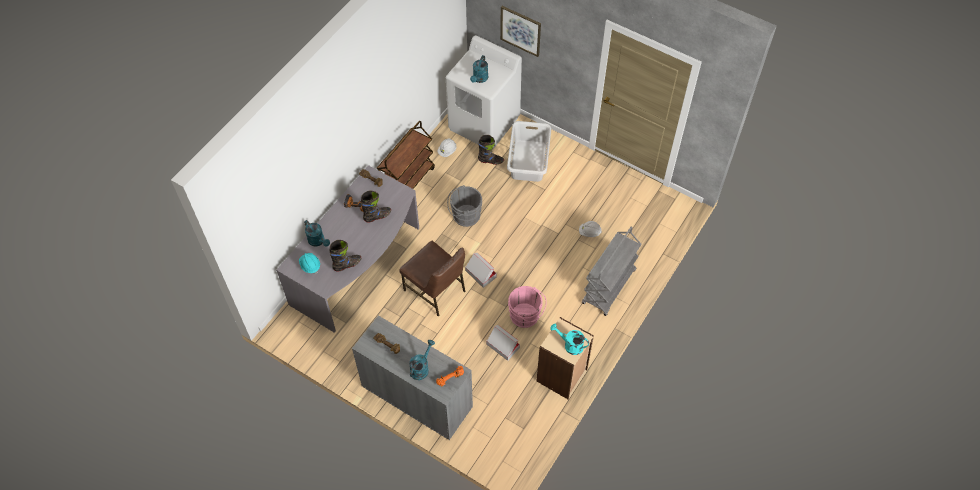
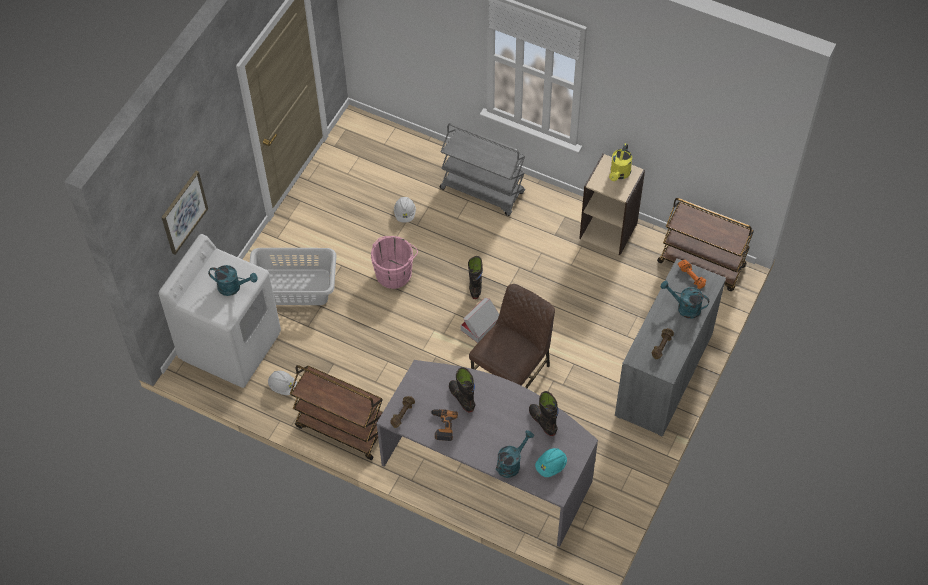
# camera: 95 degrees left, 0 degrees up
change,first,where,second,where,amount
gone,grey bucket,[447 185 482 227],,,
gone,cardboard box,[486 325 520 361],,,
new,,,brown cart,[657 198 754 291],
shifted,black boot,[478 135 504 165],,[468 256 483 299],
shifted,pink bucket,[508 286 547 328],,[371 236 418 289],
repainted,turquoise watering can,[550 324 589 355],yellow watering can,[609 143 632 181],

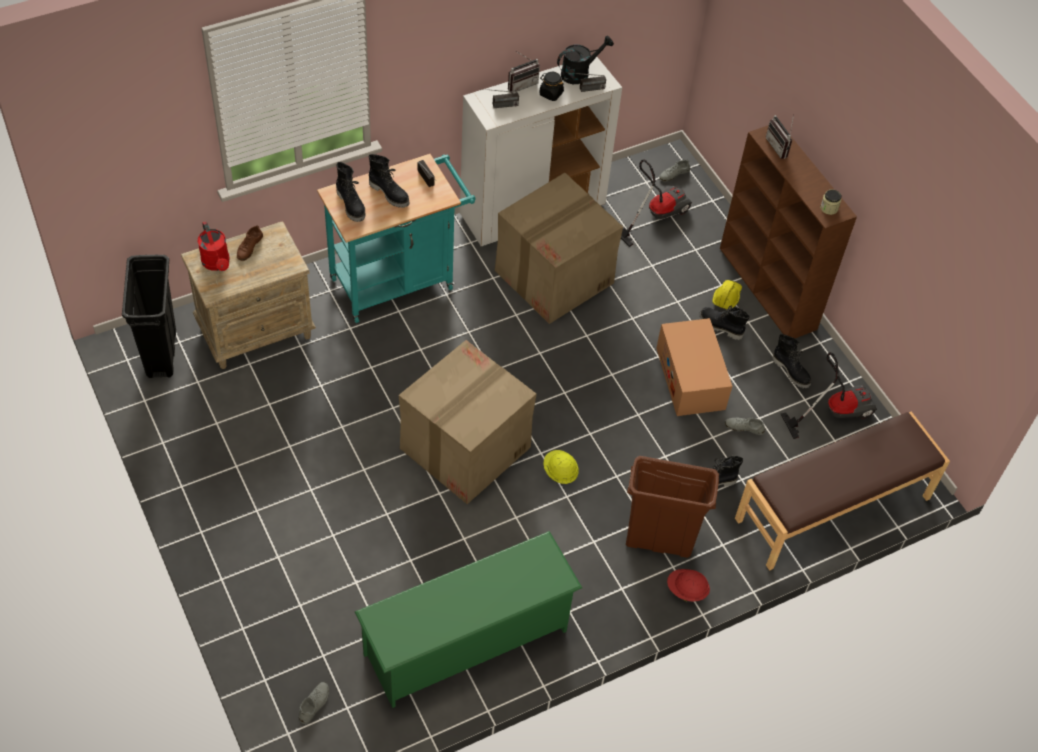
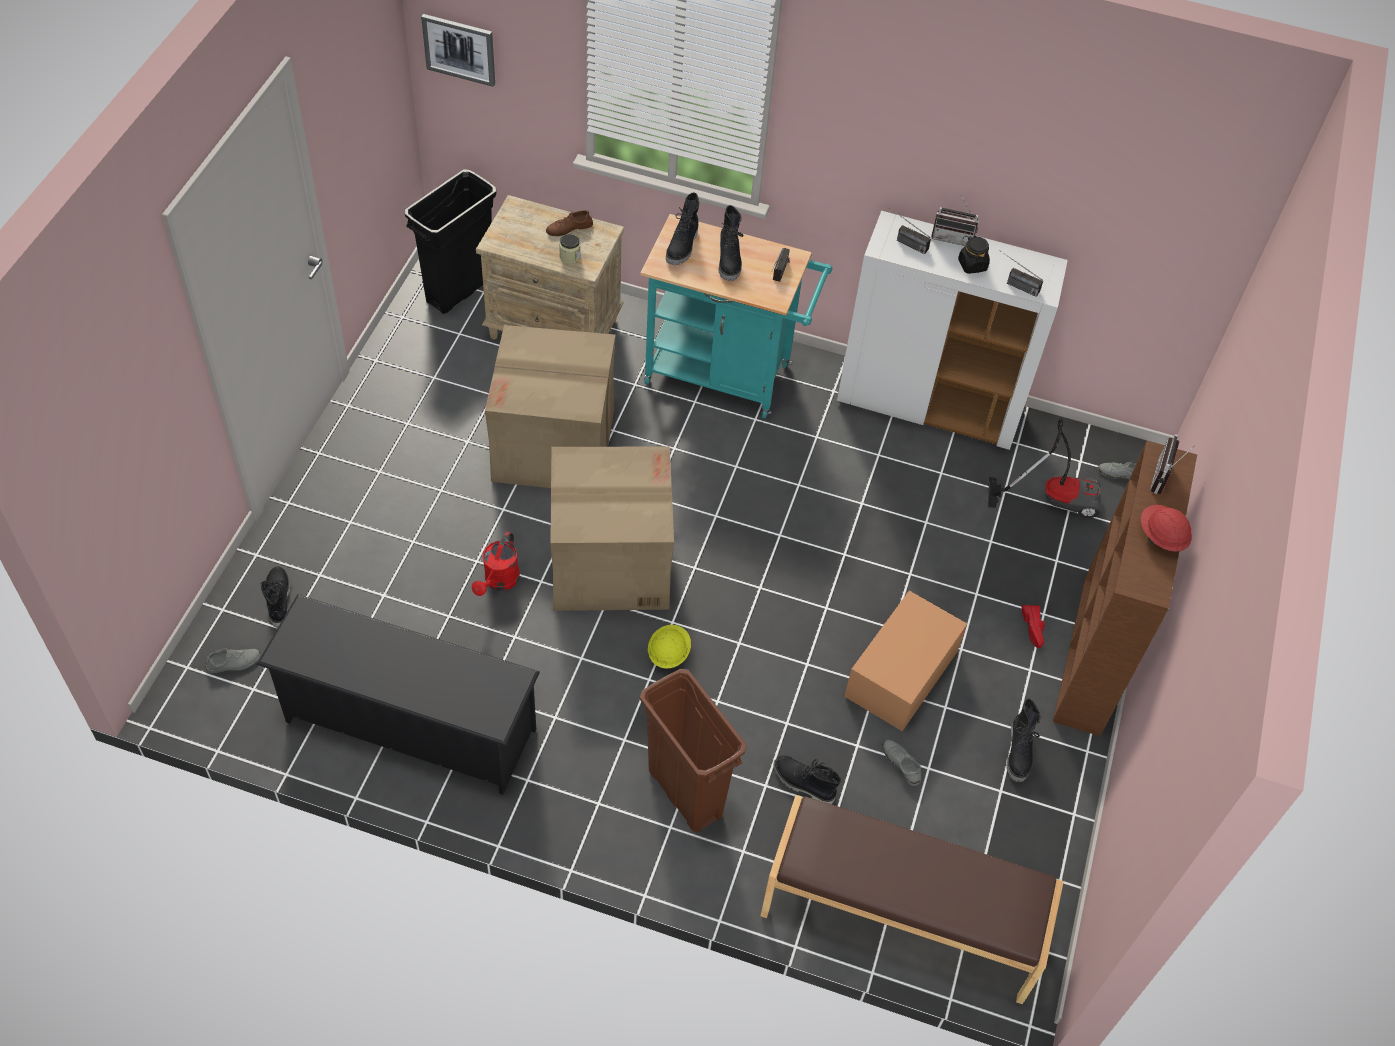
# camera: 45 degrees right, 0 degrees up
change,first,where,second,where,amount
gone,black watering can,[557 36 614 84],,,
gone,vacuum cleaner,[781 352 877 439],,,
new,,,picture,[421 14 495 87],
shifted,red watering can,[197 222 230 271],,[472 532 520 596],
shifted,cardboard box,[495 173 623 324],,[485 325 615 488],
shifted,red hard hat,[667 569 710 602],,[1141 505 1192 552],
shifted,black boot,[699 305 750 340],,[261 566 290 628],
shifted,jar,[820 190 842 215],,[559 234 581 264],
swapped,yellow hard hat,[713 280 742 310],red shoe,[1022 605 1045 648],
repainted,green shoe rack,[355 531 582 708],black shoe rack,[257 594 540 795],

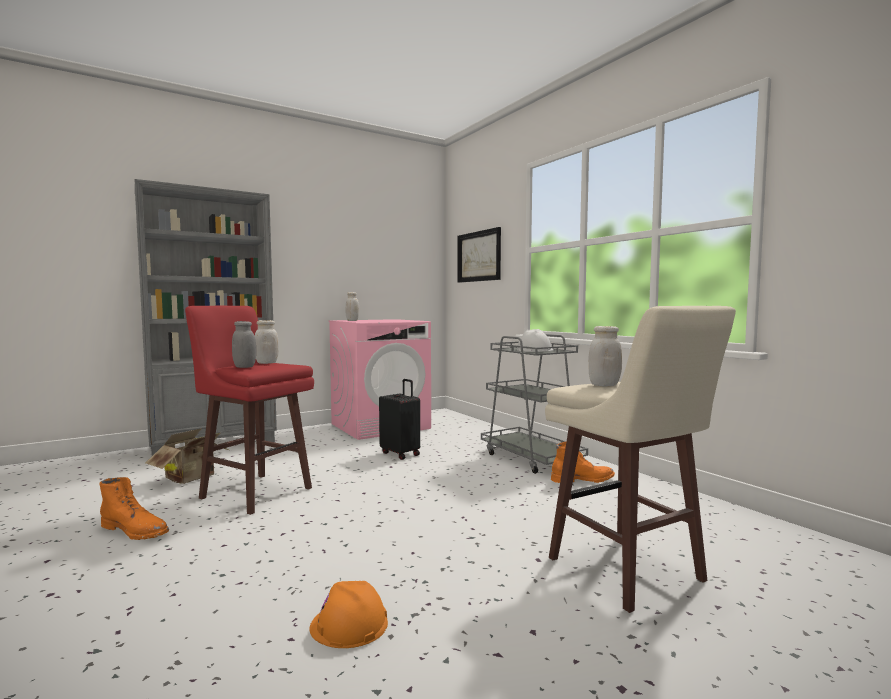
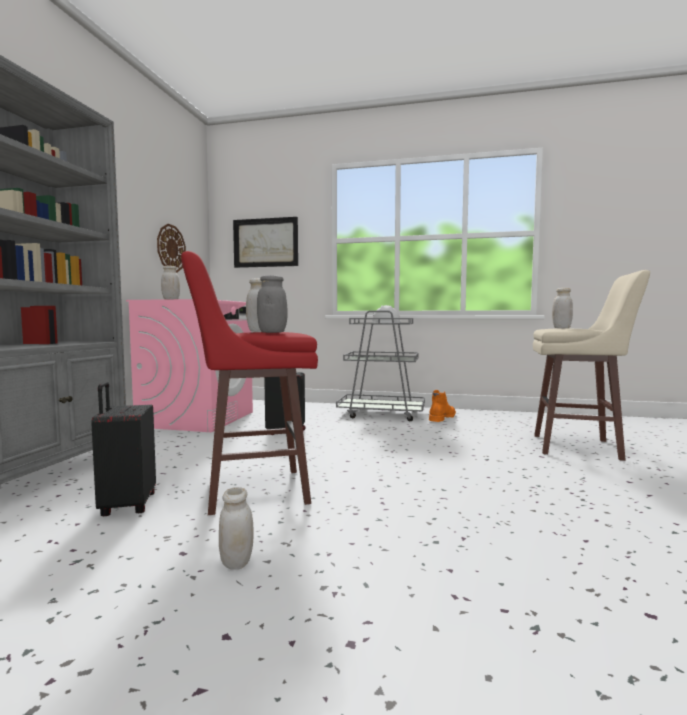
# camera: 45 degrees left, 0 degrees up
change,first,where,second,where,amount
gone,orange hard hat,[309 581 388 648],,,
new,,,wall clock,[157 224 186 273],
swapped,orange boot,[100 477 169 540],white jar,[219 487 253 570],
swapped,cardboard box,[146 428 231 484],black suitcase,[91 382 156 516],

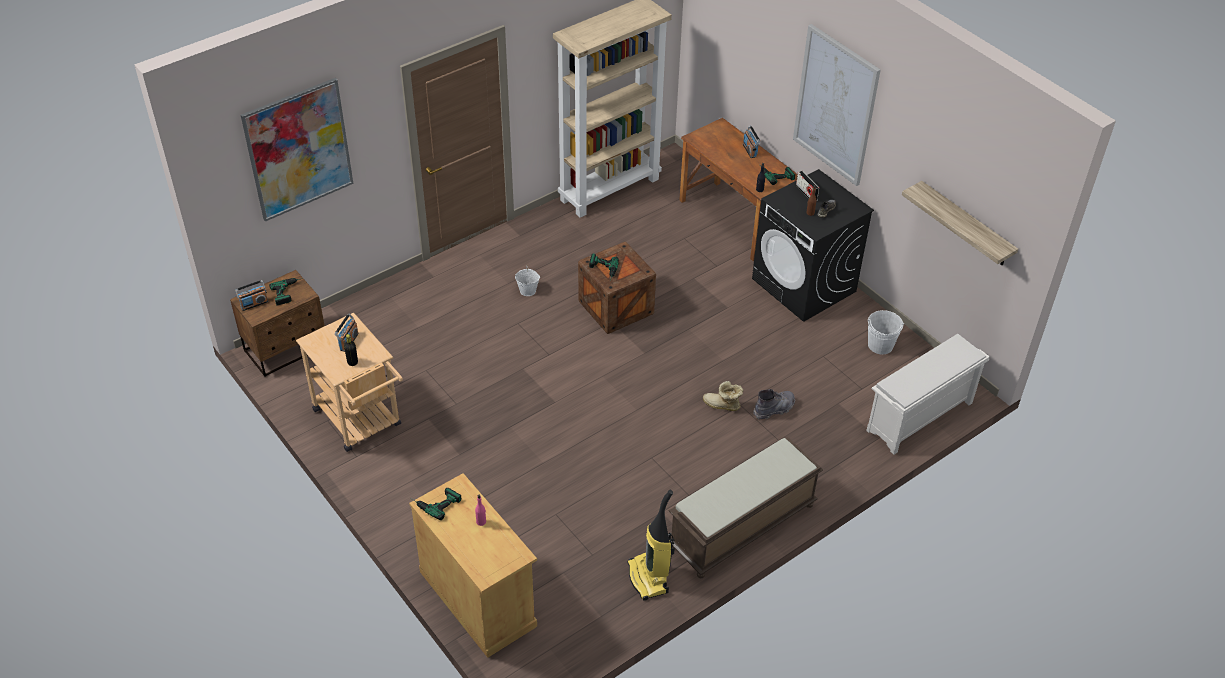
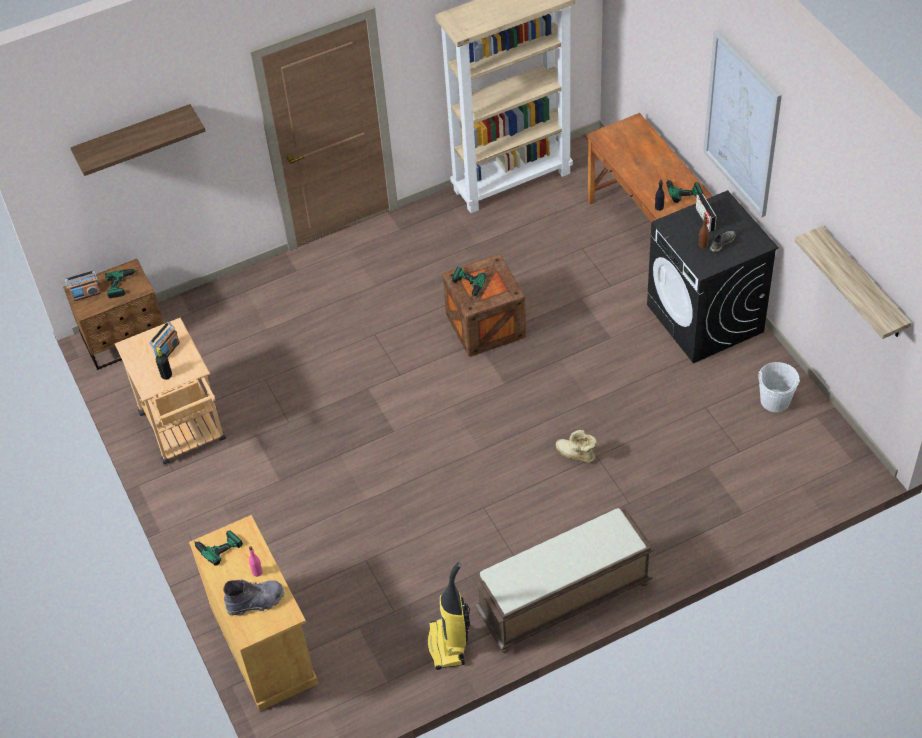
# camera: 15 degrees right, 5 degrees up
change,first,where,second,where,amount
gone,white bucket,[515 268 540 296],,,
gone,radio,[743 125 760 158],,,
gone,white shoe rack,[866 334 990 455],,,
shifted,grey boot,[753 389 795 419],,[223 580 284 615],
swapped,picture,[241 78 353 222],shelf,[70 104 206 176],

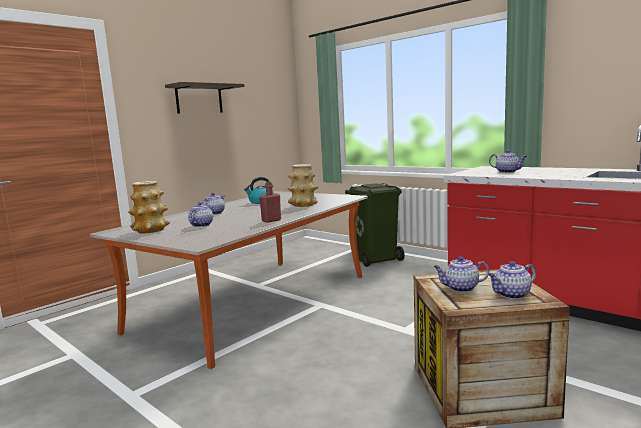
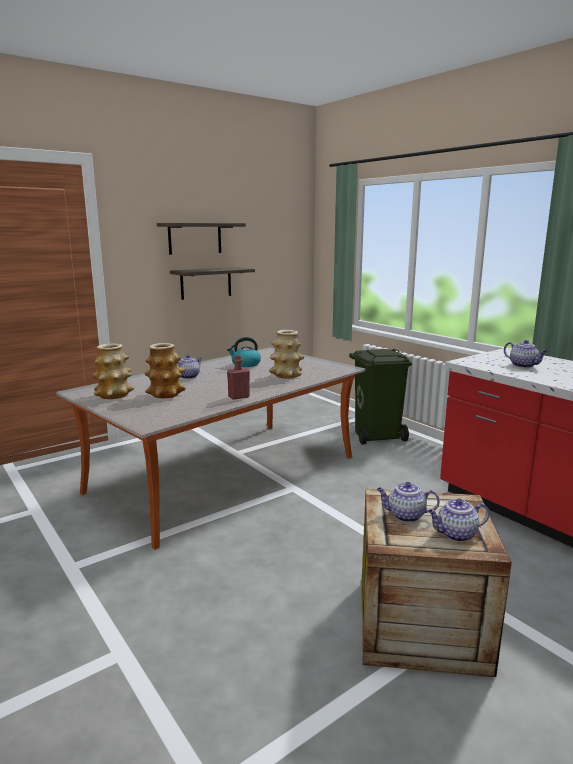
# camera: 10 degrees right, 5 degrees up
change,first,where,second,where,amount
new,,,shelf,[170 267 255 300],
swapped,teapot,[188 202 213 227],vase,[145 343 186 398],

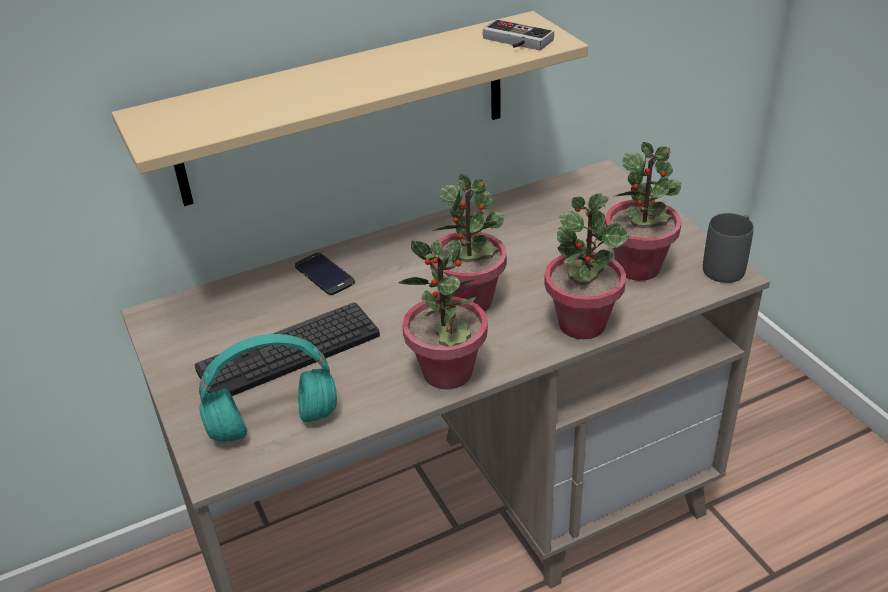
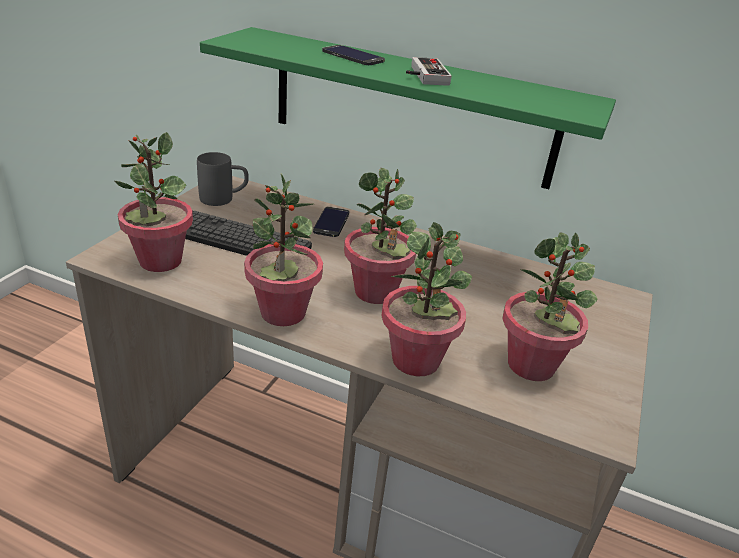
# camera: 45 degrees right, 5 degrees down
change,first,where,second,where,amount
new,,,phone,[322 45 385 65],
shifted,game controller,[483 19 554 50],,[406 57 452 86],
shifted,grey mug,[703 213 754 283],,[197 152 249 206],
swapped,turquoise headphones,[199 334 337 442],potted plant,[115 132 193 272],
repainted,beige shelf,[112 11 588 206],green shelf,[200 27 616 189],

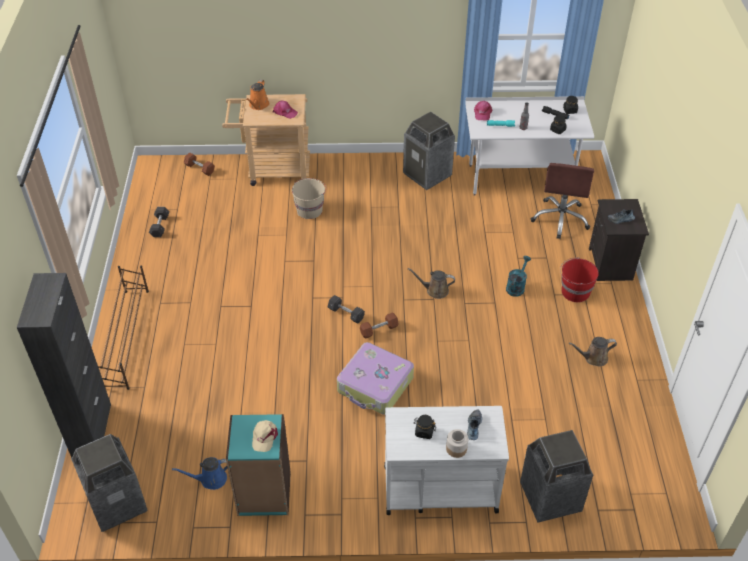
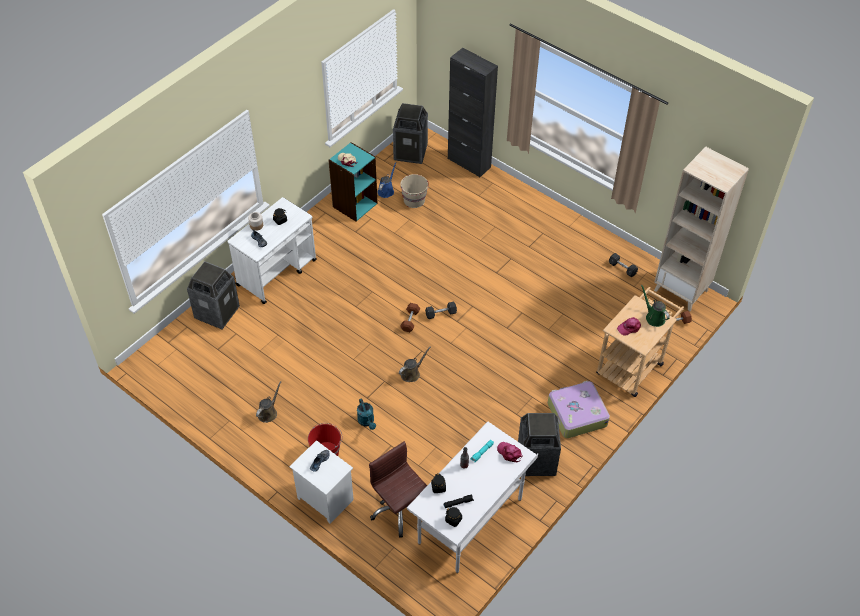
# camera: 130 degrees right, 5 degrees up
change,first,where,second,where,amount
gone,brown shoe rack,[97 266 149 390],,,
new,,,beige bookcase,[654 147 749 311],
shifted,beige bucket,[292 178 326 219],,[400 174 429 208],
shifted,suitcase,[337 342 414 415],,[548 381 610 438],
repainted,orange watering can,[245 80 269 110],green watering can,[641 285 670 327],
repainted,black nightstand,[589 199 649 281],white nightstand,[289 440 354 524],

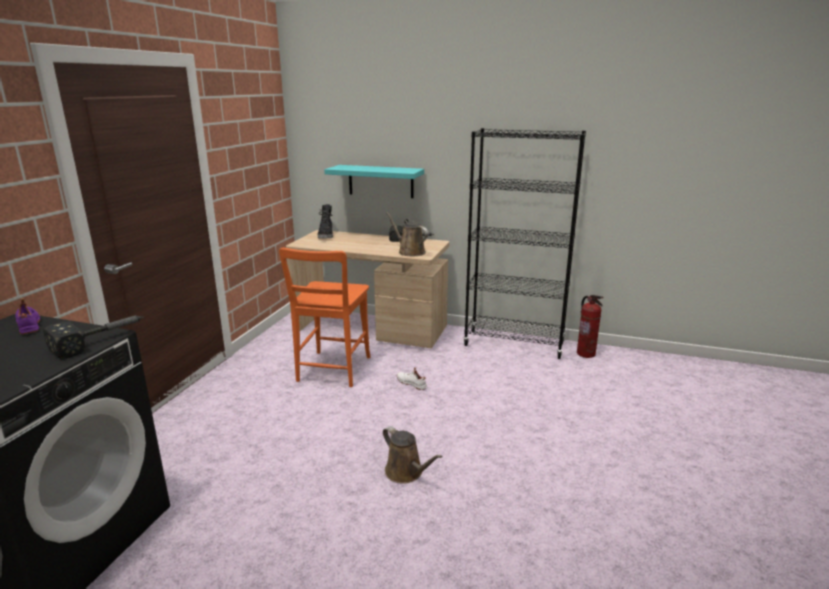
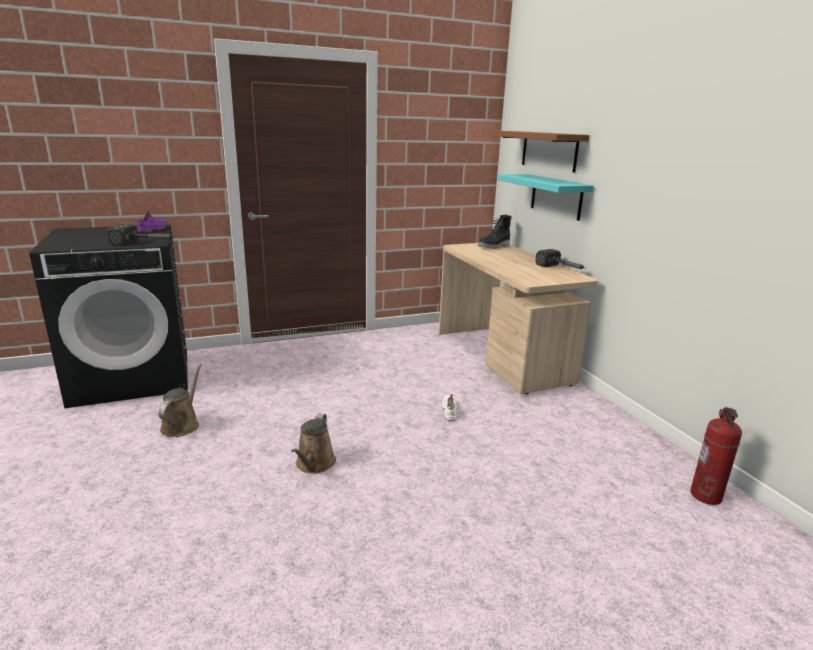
# camera: 50 degrees right, 0 degrees up
change,first,where,second,where,amount
gone,orange chair,[279 247 370 387],,,
gone,black bookcase,[463 128 586 359],,,
new,,,brown shelf,[491 131 589 173],
shifted,brown watering can,[386 212 429 256],,[158 364 202 437],

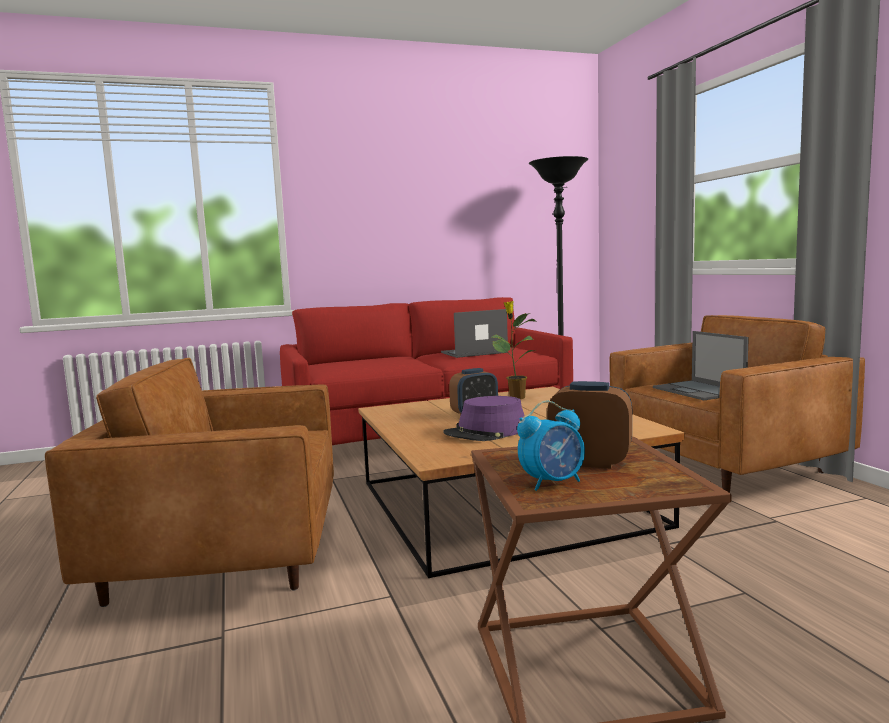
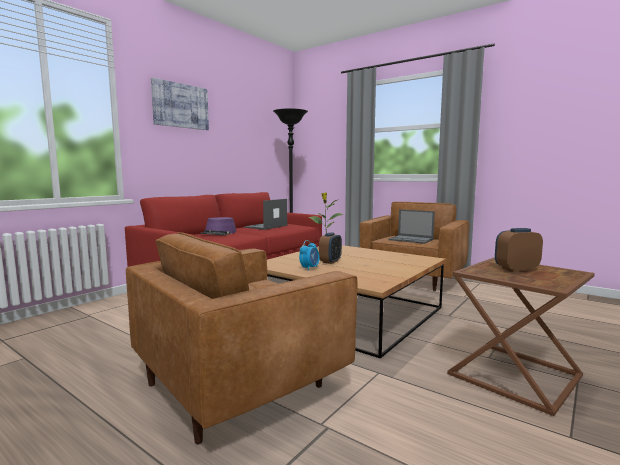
# camera: 35 degrees left, 0 degrees up
change,first,where,second,where,amount
new,,,picture,[151 77 209 130],
shifted,purple hat,[443 396 524 441],,[200 217 236 235],
shifted,alarm clock,[517 401 585 491],,[299 240 320 271],

